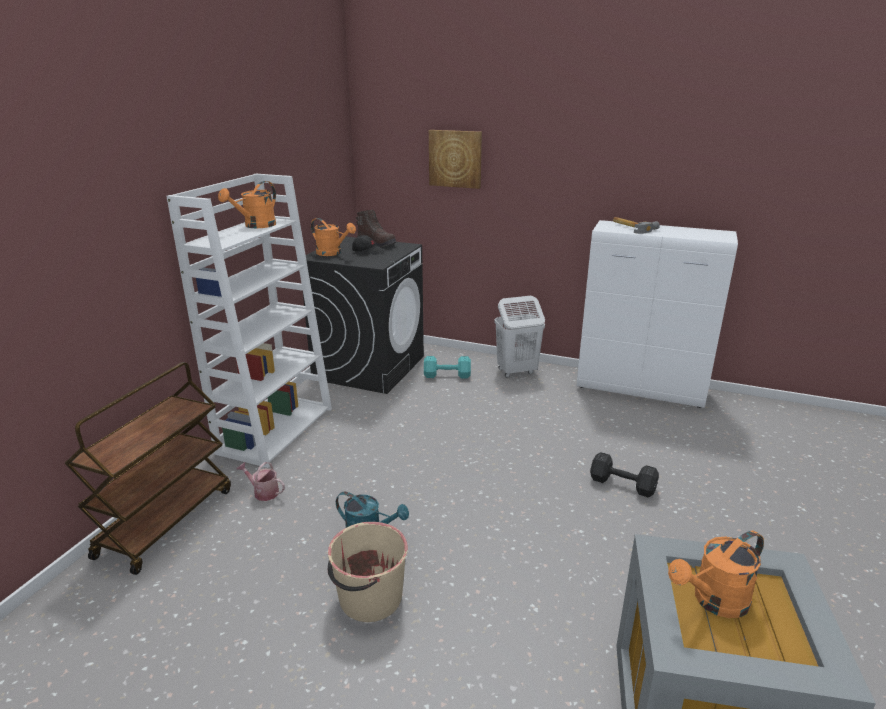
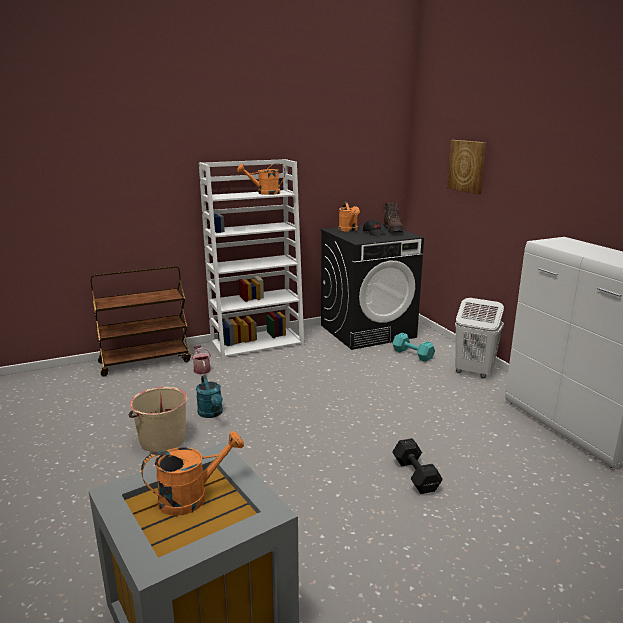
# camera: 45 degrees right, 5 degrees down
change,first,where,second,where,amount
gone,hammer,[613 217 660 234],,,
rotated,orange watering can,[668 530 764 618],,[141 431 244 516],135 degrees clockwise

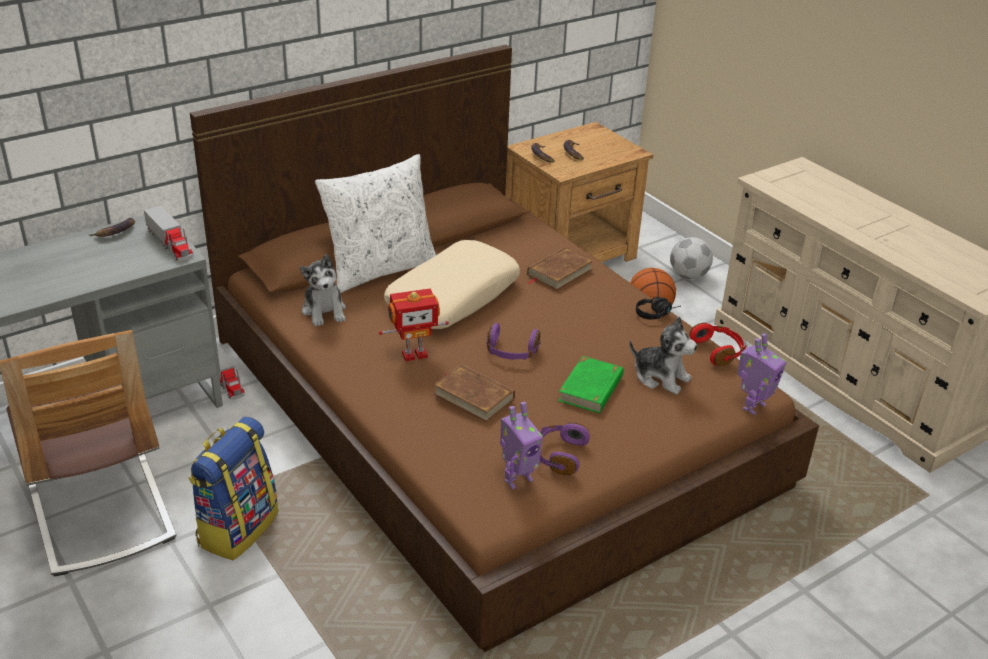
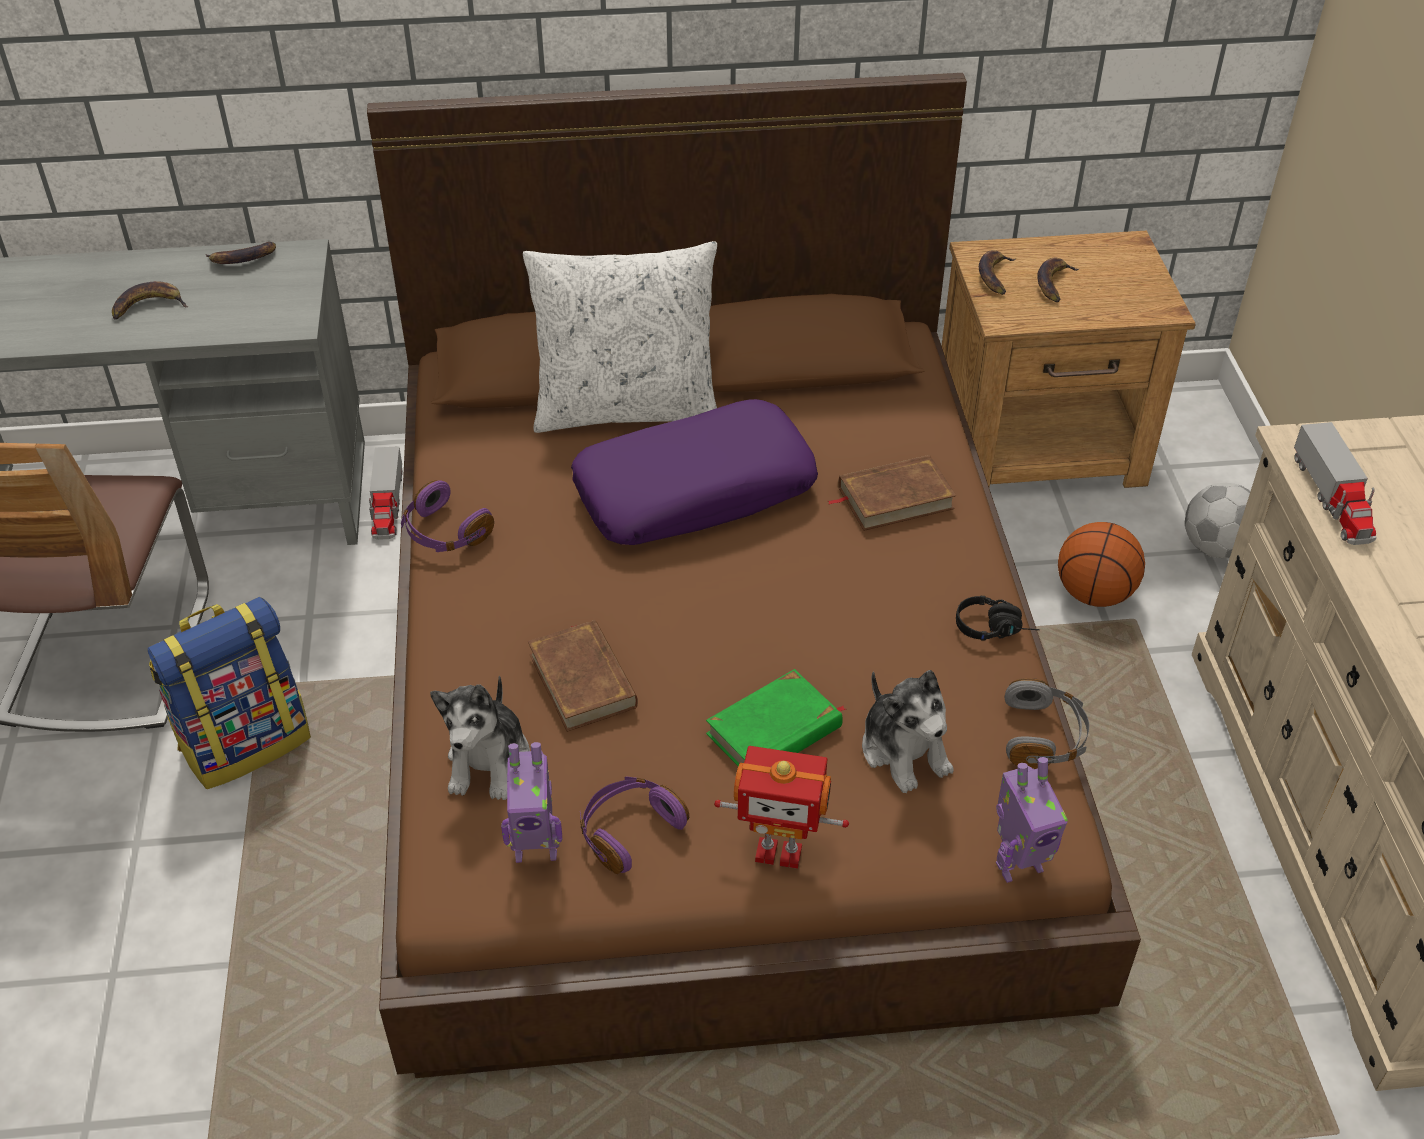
# camera: 30 degrees right, 10 degrees up
change,first,where,second,where,amount
new,,,banana,[112 281 188 319],
shifted,toy truck,[144 205 194 261],,[1294 422 1377 545],
shifted,plush toy,[300 254 346 326],,[430 675 530 800],
shifted,toy robot,[379 289 449 361],,[714 746 849 869],
shifted,purple headphones,[487 323 541 360],,[401 480 494 552],
repainted,beige pillow,[384 240 520 329],purple pillow,[571 399 818 545],
repainted,red headphones,[689 323 746 366],grey headphones,[1004 678 1089 769],

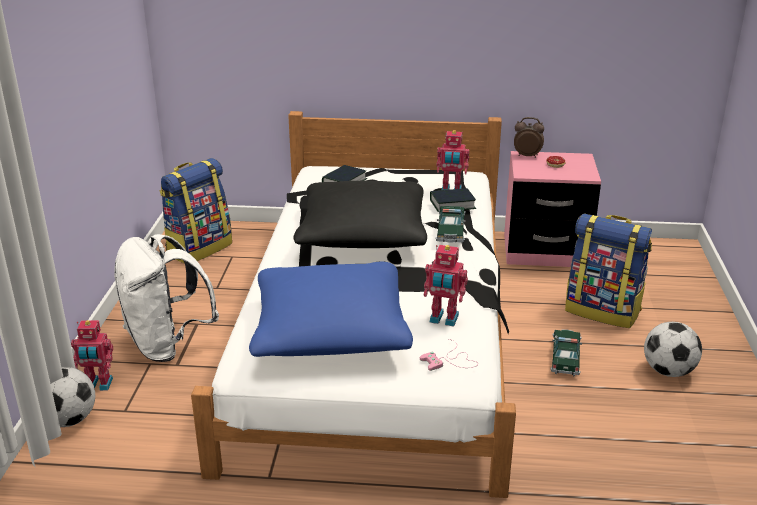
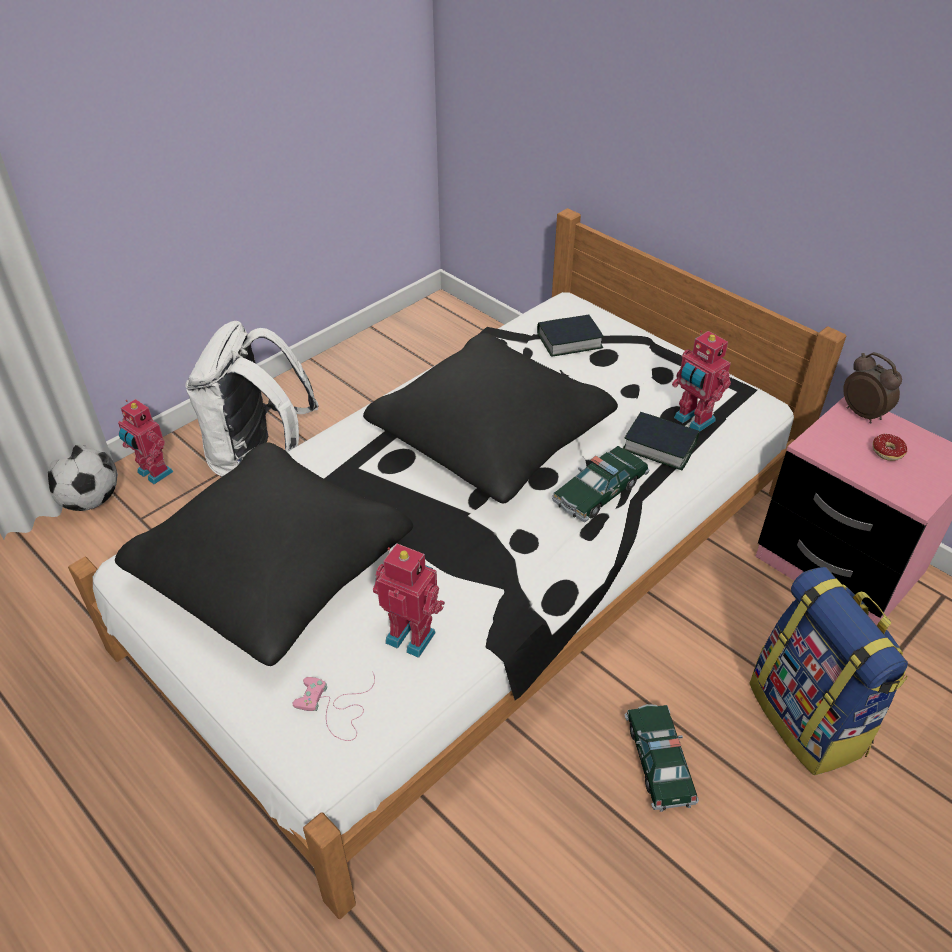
# camera: 40 degrees right, 15 degrees up
change,first,where,second,where,amount
gone,backpack,[159 158 232 263],,,
gone,football,[644 322 702 377],,,
repainted,blue pillow,[249 262 413 357],black pillow,[115 443 413 666],
rotated,toy robot,[424 245 468 327],,[373 543 445 658],150 degrees clockwise
rotated,toy car,[551 330 582 376],,[625 704 699 812],60 degrees counterclockwise

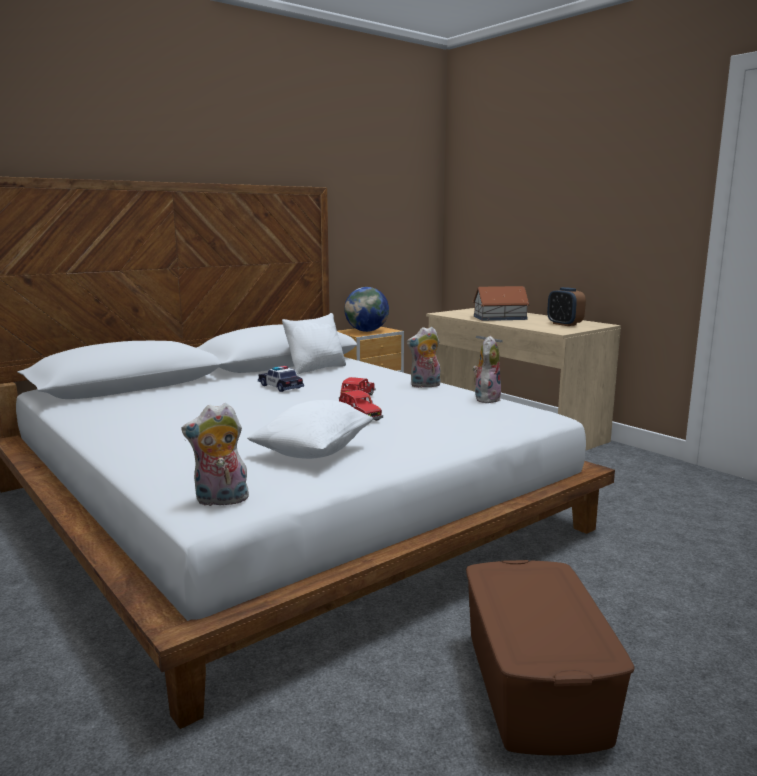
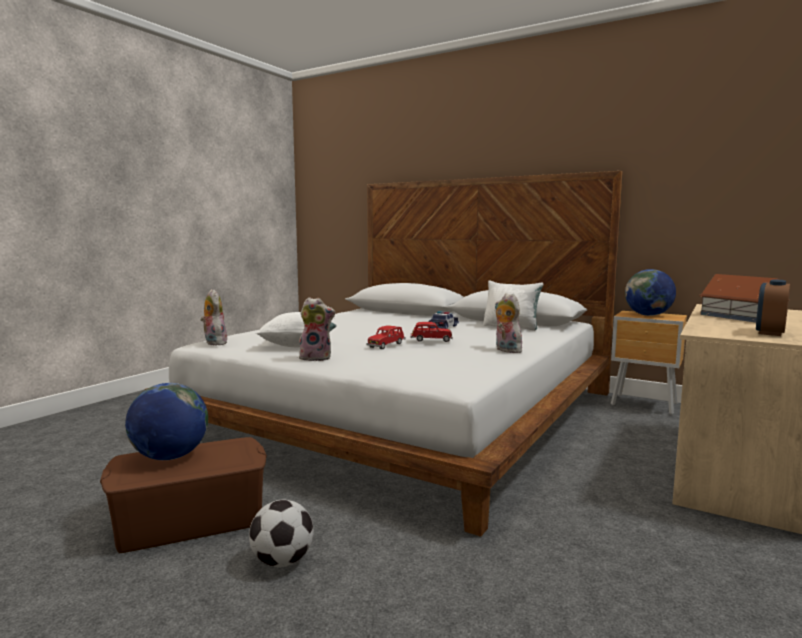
# camera: 70 degrees right, 5 degrees down
change,first,where,second,where,amount
new,,,globe,[125 383 208 460],
new,,,football,[249 500 314 567],
shifted,plush toy,[473 336 501 403],,[299 297 335 361],

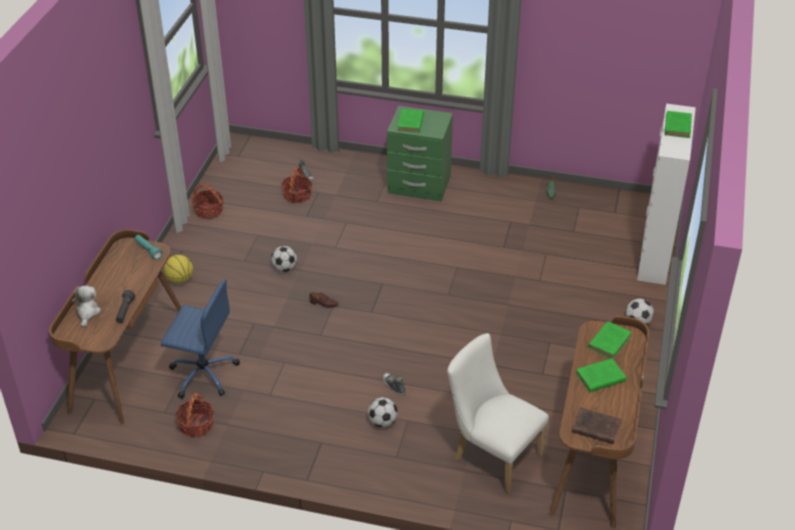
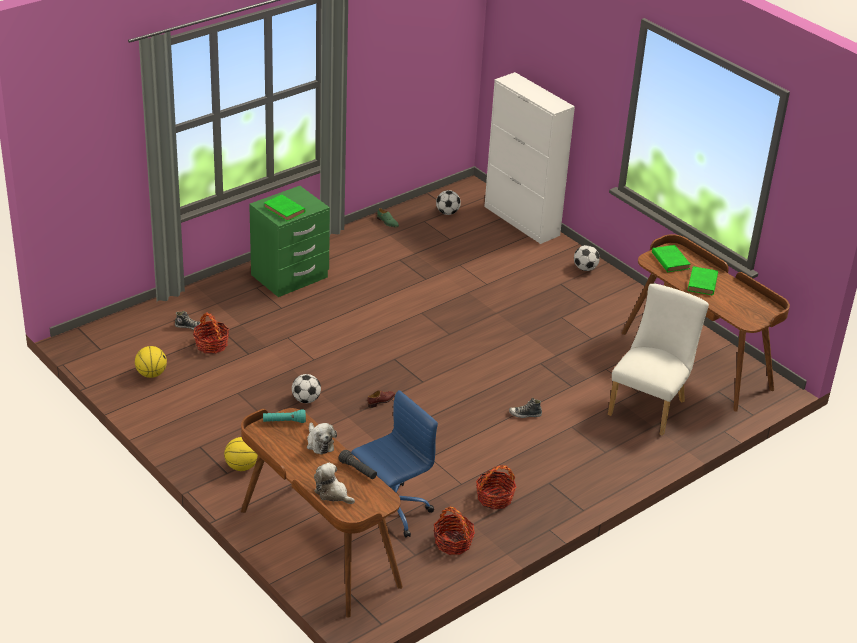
# camera: 55 degrees left, 5 degrees down
change,first,where,second,where,amount
gone,brown book,[572 407 622 444],,,
gone,green book,[665 111 692 138],,,
new,,,basketball,[135 346 167 378],
new,,,plush toy,[307 423 337 455],
shifted,basket,[191 184 223 219],,[476 465 517 509],
shifted,football,[368 397 398 427],,[436 190 461 215],
rotated,white chair,[447 333 549 493],,[608 284 709 436],135 degrees clockwise

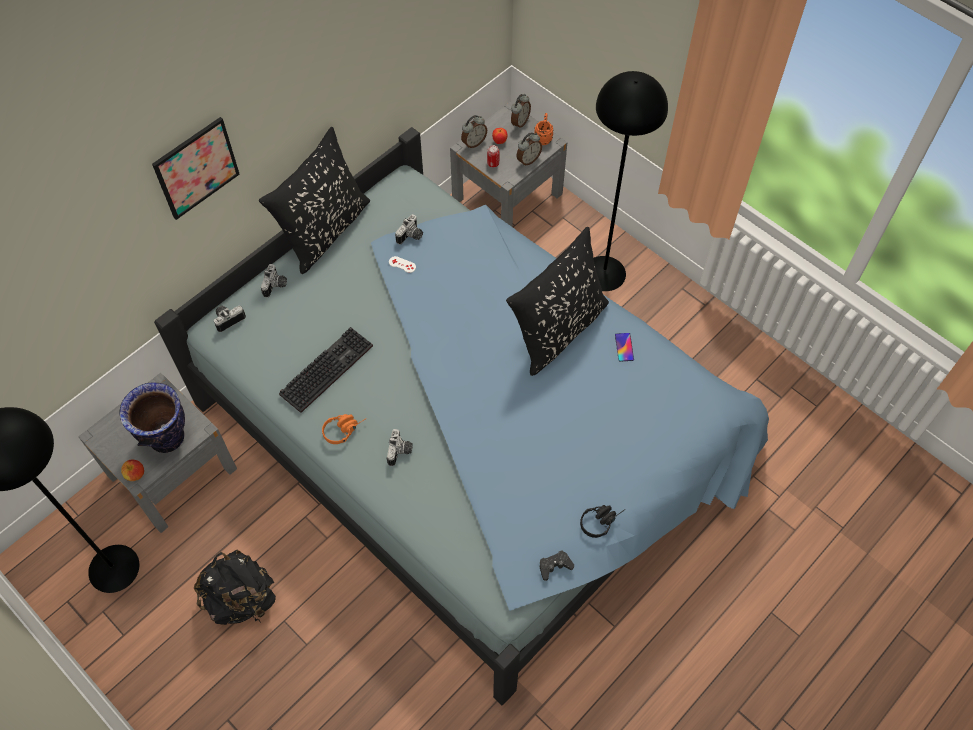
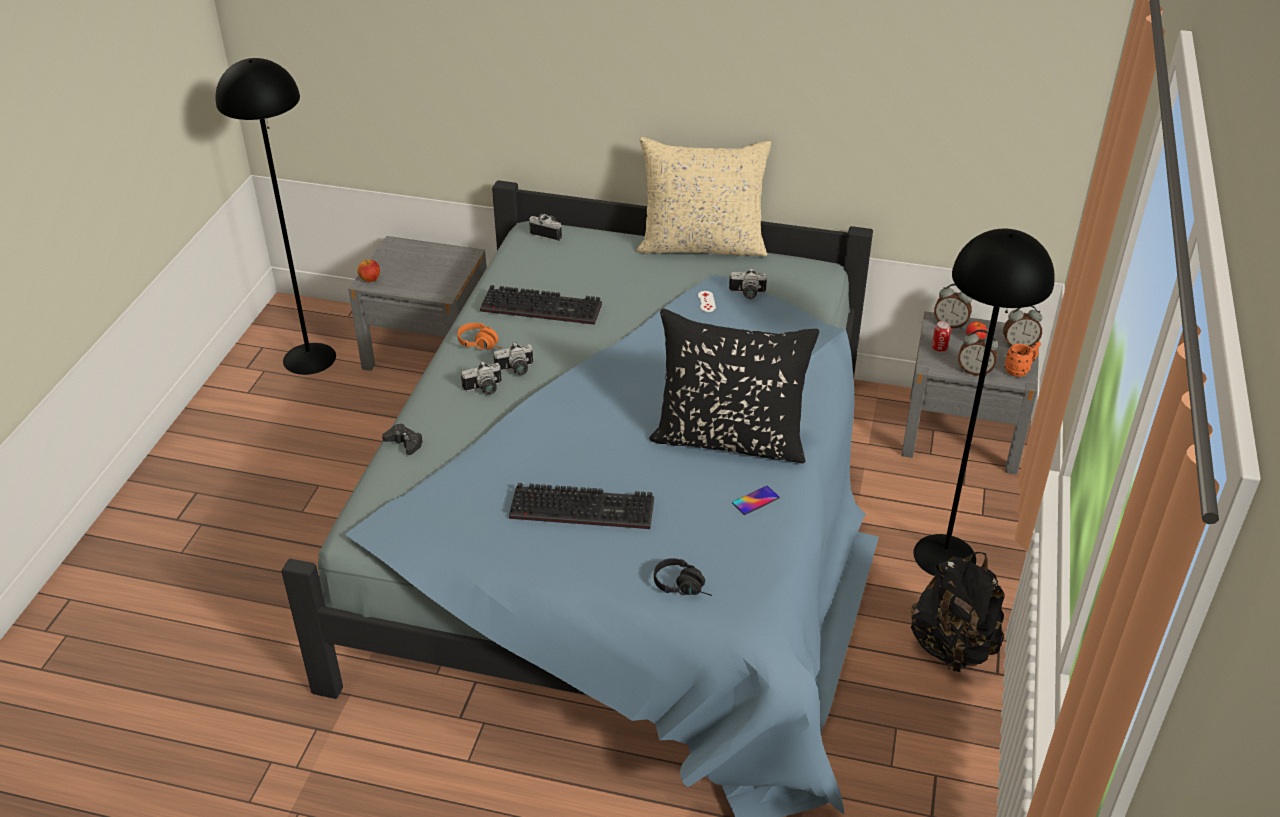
# camera: 60 degrees right, 20 degrees down
change,first,where,second,where,amount
gone,vase,[119 383 185 453],,,
gone,picture,[152 117 240 220],,,
new,,,keyboard,[509 483 654 529],
shifted,black backpack,[194 549 276 625],,[911 552 1005 672],
shifted,photo camera,[261 264 287 298],,[493 343 533 375],
shifted,black game controller,[540 550 574 581],,[382 423 423 455],
shifted,black headphones,[580 505 625 538],,[654 558 712 596],
repainted,black pillow,[259 127 370 274],beige pillow,[637 137 772 256],

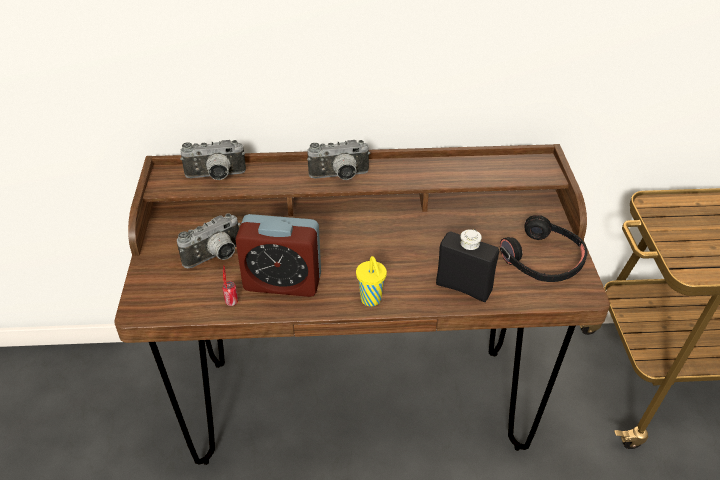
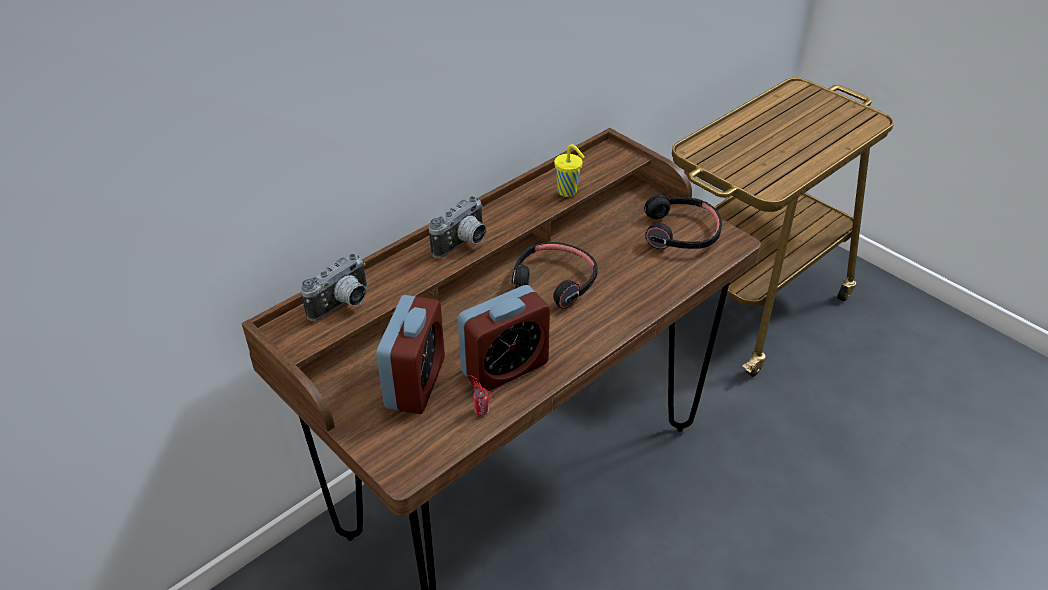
# camera: 40 degrees left, 0 degrees up
change,first,where,second,where,amount
gone,black bottle,[436 229 499 302],,,
new,,,black headphones,[512 242 598 309],
shifted,yellow cup,[356 256 387 307],,[554 144 584 197],
swapped,photo camera,[177 213 240 268],alarm clock,[376 295 445 414],

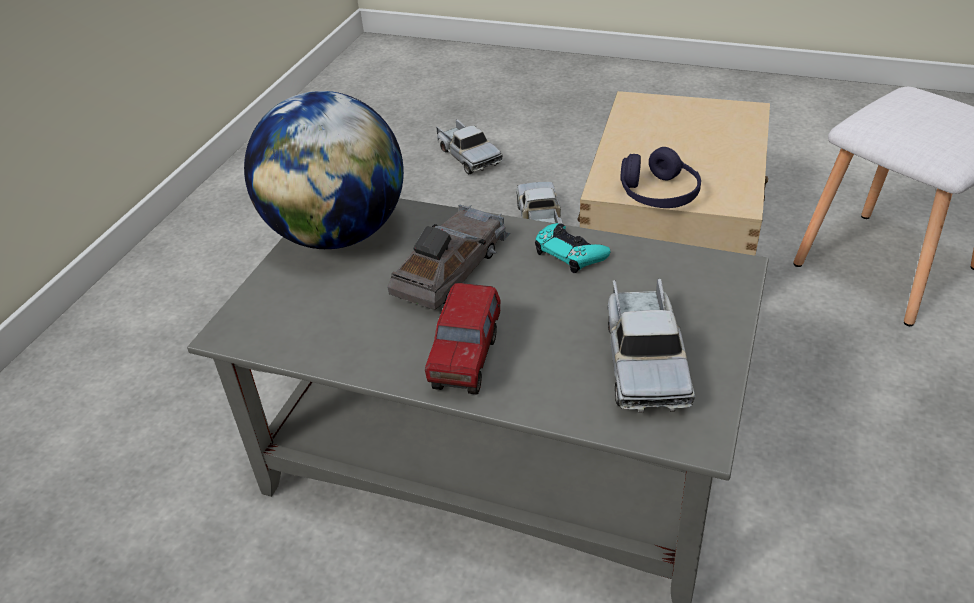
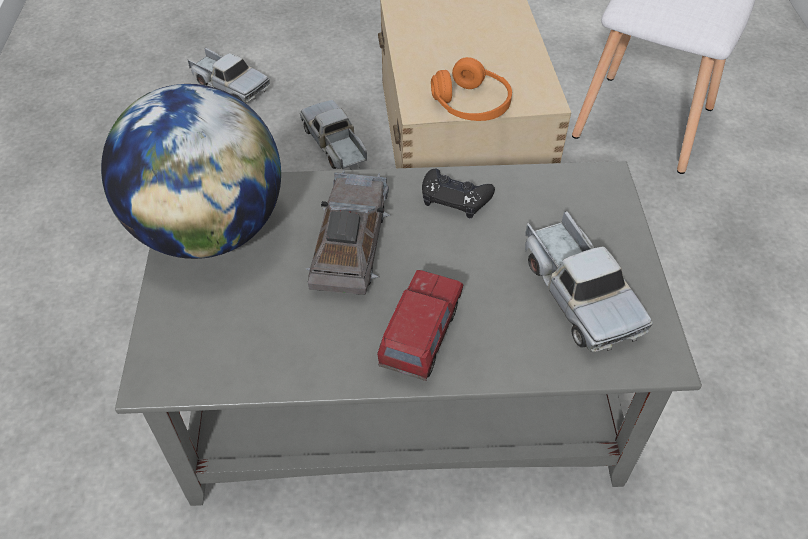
# camera: 25 degrees left, 10 degrees up
change,first,where,second,where,amount
repainted,turquoise game controller,[535 223 611 273],black game controller,[422 169 495 218],
repainted,purple headphones,[620 147 701 208],orange headphones,[431 57 512 121],
rotated,toy truck,[425 283 500 395],,[377 270 463 381],150 degrees counterclockwise

